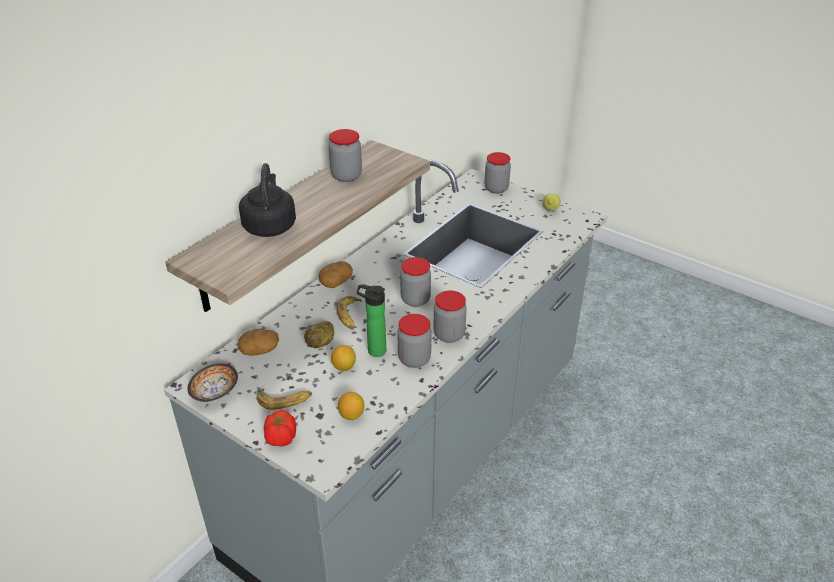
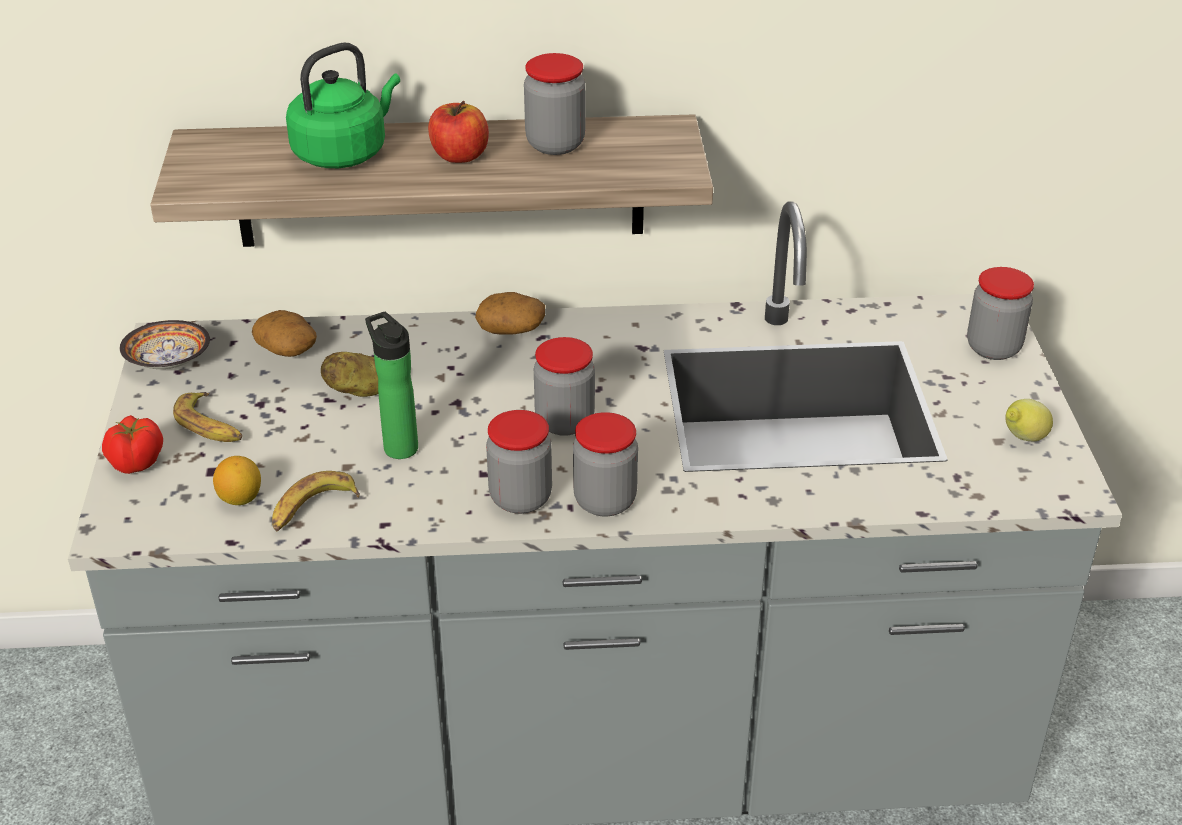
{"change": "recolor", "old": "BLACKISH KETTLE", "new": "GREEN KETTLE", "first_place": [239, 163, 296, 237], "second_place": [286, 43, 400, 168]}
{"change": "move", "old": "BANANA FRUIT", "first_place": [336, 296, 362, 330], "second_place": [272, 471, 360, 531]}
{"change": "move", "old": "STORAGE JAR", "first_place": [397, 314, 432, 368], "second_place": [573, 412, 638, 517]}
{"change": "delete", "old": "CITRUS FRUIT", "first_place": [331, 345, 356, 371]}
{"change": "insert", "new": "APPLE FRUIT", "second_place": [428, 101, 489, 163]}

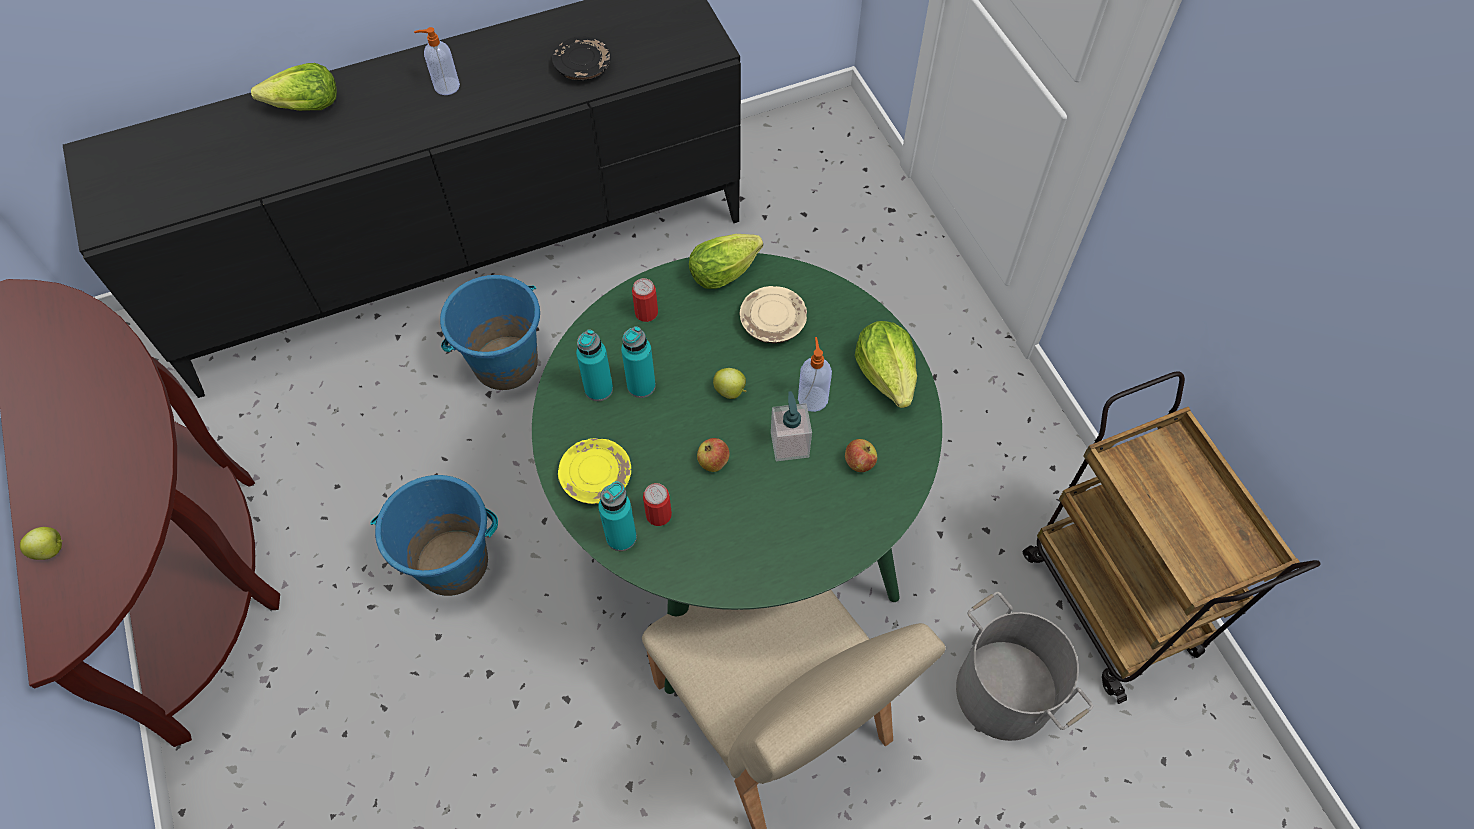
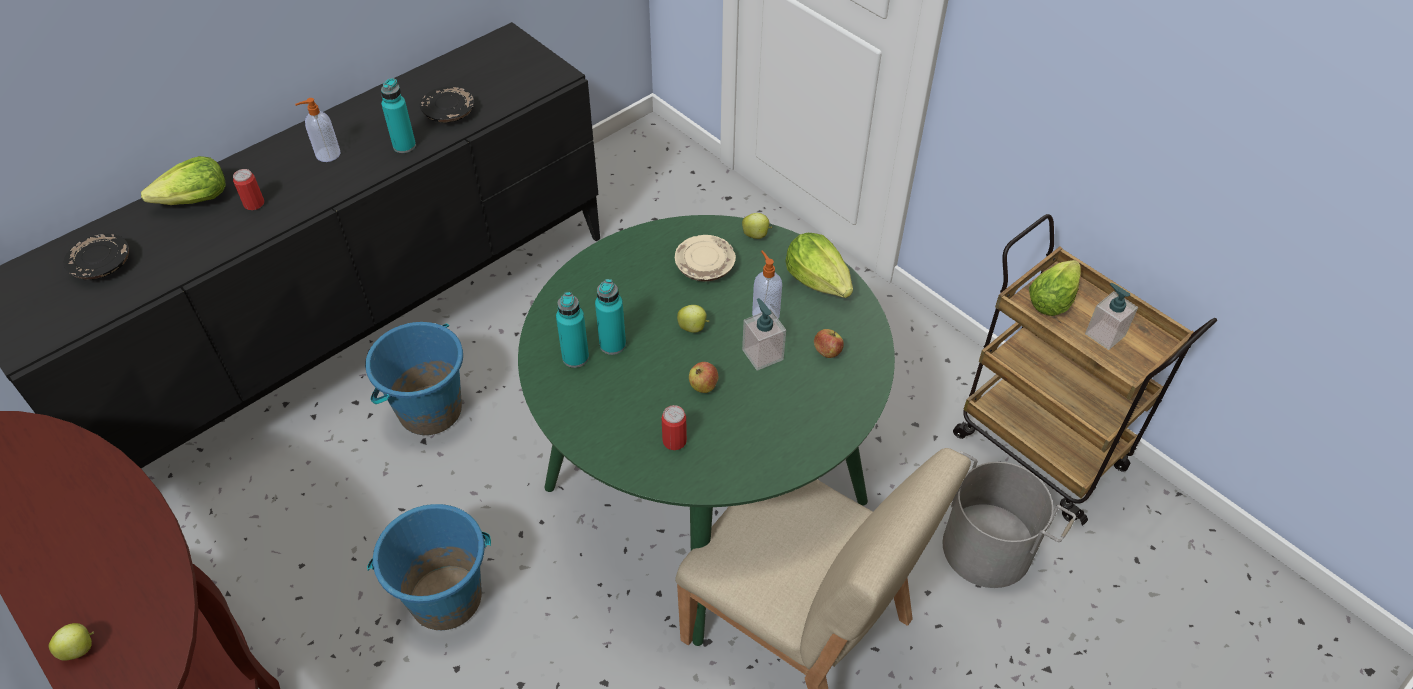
{"change": "move", "old": "LETTUCE", "first_place": [689, 234, 763, 289], "second_place": [1029, 260, 1081, 316]}
{"change": "move", "old": "METAL CAN", "first_place": [632, 278, 658, 322], "second_place": [233, 169, 264, 210]}
{"change": "delete", "old": "YELLOWISH PLATE", "first_place": [558, 438, 631, 504]}
{"change": "move", "old": "BLUE-GREEN DRINK BOTTLE", "first_place": [598, 481, 637, 551], "second_place": [381, 78, 416, 153]}
{"change": "insert", "new": "APPLE FRUIT", "second_place": [742, 213, 772, 239]}
{"change": "insert", "new": "BLACKISH PLATE", "second_place": [64, 234, 129, 279]}
{"change": "insert", "new": "SOAP BOTTLE", "second_place": [1085, 283, 1138, 350]}

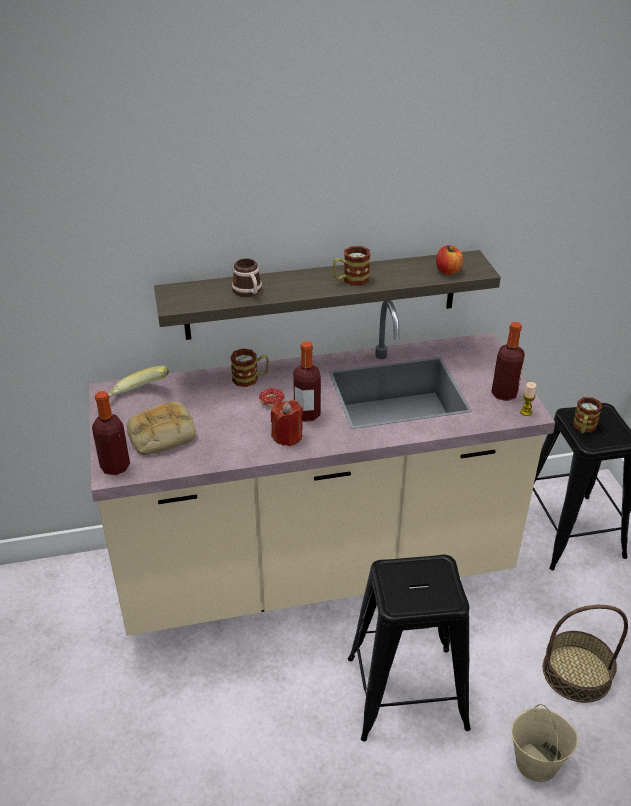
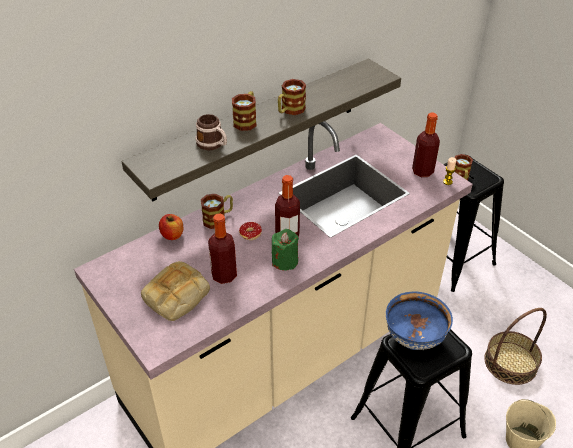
{"change": "move", "old": "APPLE FRUIT", "first_place": [436, 245, 463, 275], "second_place": [159, 214, 183, 240]}
{"change": "delete", "old": "BANANA FRUIT", "first_place": [108, 366, 169, 397]}
{"change": "move", "old": "DRINK BOTTLE", "first_place": [92, 391, 130, 475], "second_place": [208, 214, 237, 284]}
{"change": "recolor", "old": "RED CANDLE", "new": "GREEN CANDLE", "first_place": [271, 400, 303, 446], "second_place": [272, 229, 299, 271]}
{"change": "insert", "new": "MUG", "second_place": [232, 91, 257, 131]}
{"change": "insert", "new": "BLUE-COLOURED SERVING BOWL", "second_place": [386, 291, 453, 350]}

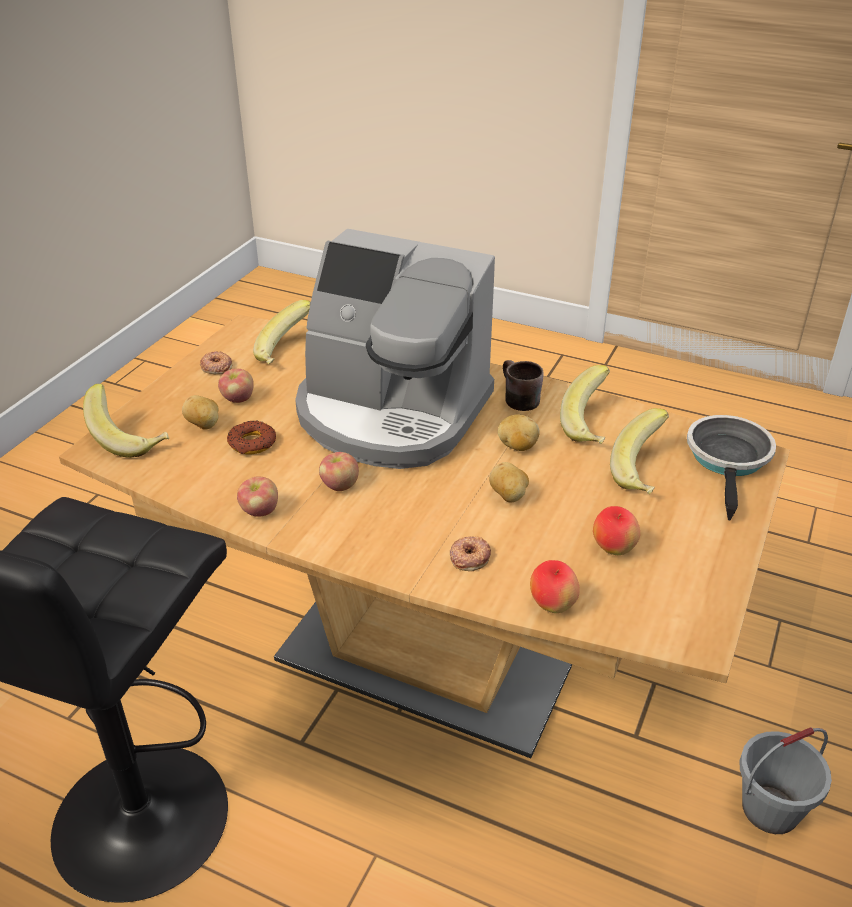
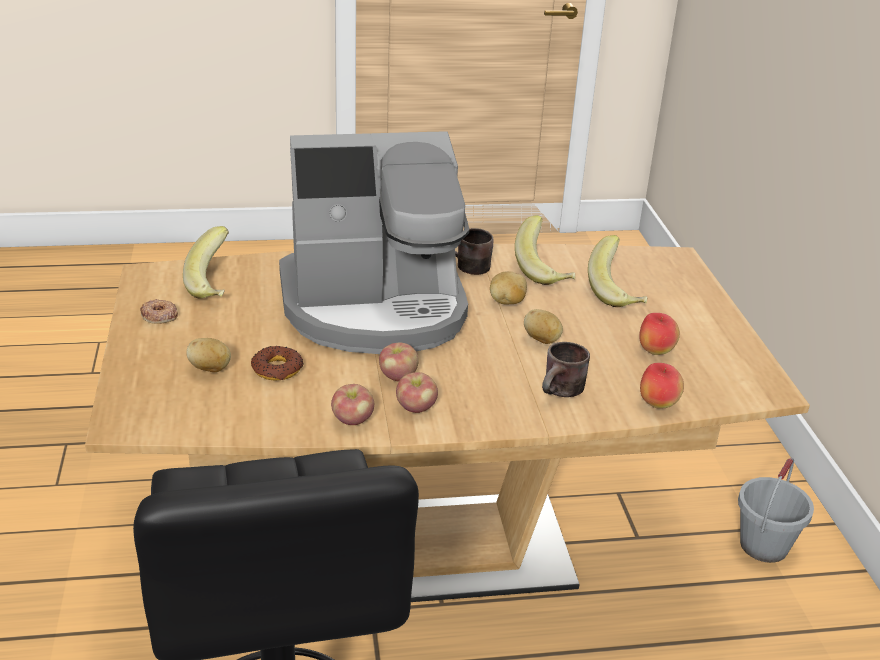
{"change": "move", "old": "APPLE FRUIT", "first_place": [218, 369, 254, 403], "second_place": [396, 372, 438, 413]}
{"change": "delete", "old": "BANANA FRUIT", "first_place": [83, 383, 169, 458]}
{"change": "delete", "old": "FRYING PAN", "first_place": [687, 415, 776, 520]}
{"change": "replace", "old": "DONUT", "new": "BROWNISH MUG", "first_place": [450, 536, 491, 571], "second_place": [542, 342, 590, 397]}

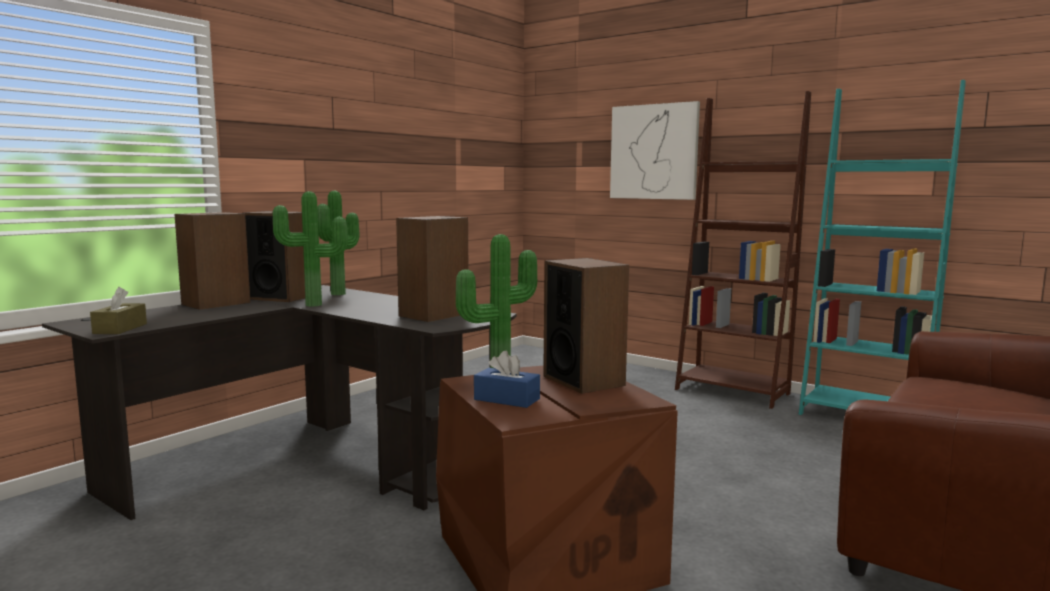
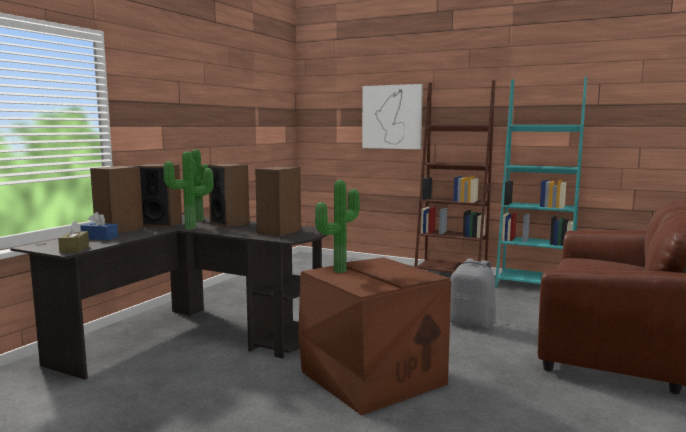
{"change": "move", "old": "LOUDSPEAKER", "first_place": [543, 258, 629, 394], "second_place": [208, 164, 250, 227]}
{"change": "move", "old": "BLUE-COLOURED BOX OF TISSUES", "first_place": [474, 351, 540, 408], "second_place": [80, 212, 118, 240]}
{"change": "insert", "new": "GREYISH KNAPSACK", "second_place": [450, 258, 496, 329]}

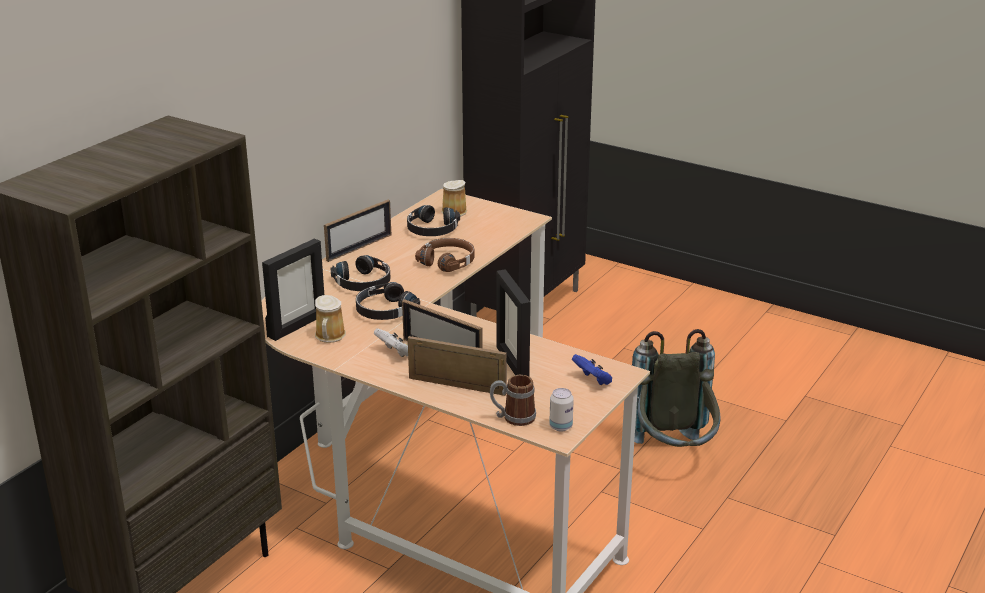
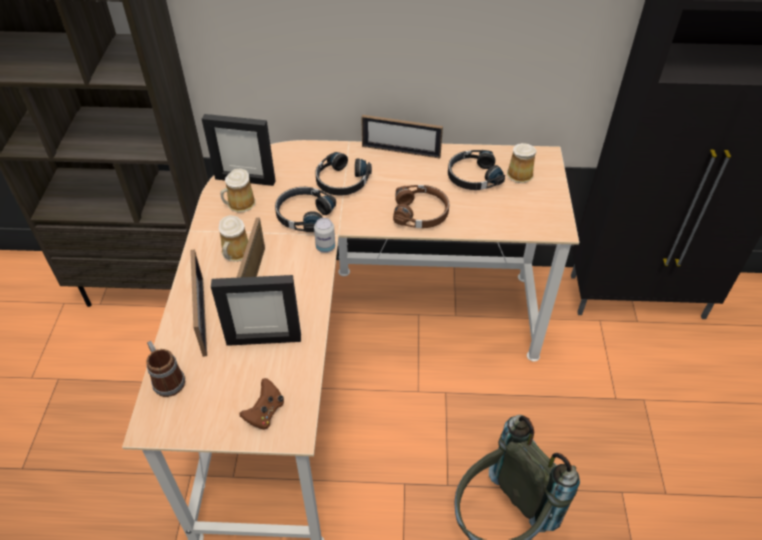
{"change": "rotate", "old": "STANDING FRAME", "first_place": [496, 269, 531, 376], "second_place": [211, 275, 301, 346], "degrees": -135}
{"change": "replace", "old": "WHITE-COLOURED GAME CONTROLLER", "new": "MUG", "first_place": [374, 328, 408, 357], "second_place": [218, 215, 248, 262]}
{"change": "recolor", "old": "BLUE-COLOURED GAME CONTROLLER", "new": "BROWNISH GAME CONTROLLER", "first_place": [572, 354, 612, 385], "second_place": [239, 378, 284, 430]}
{"change": "move", "old": "METAL CAN", "first_place": [549, 388, 574, 432], "second_place": [314, 218, 335, 253]}

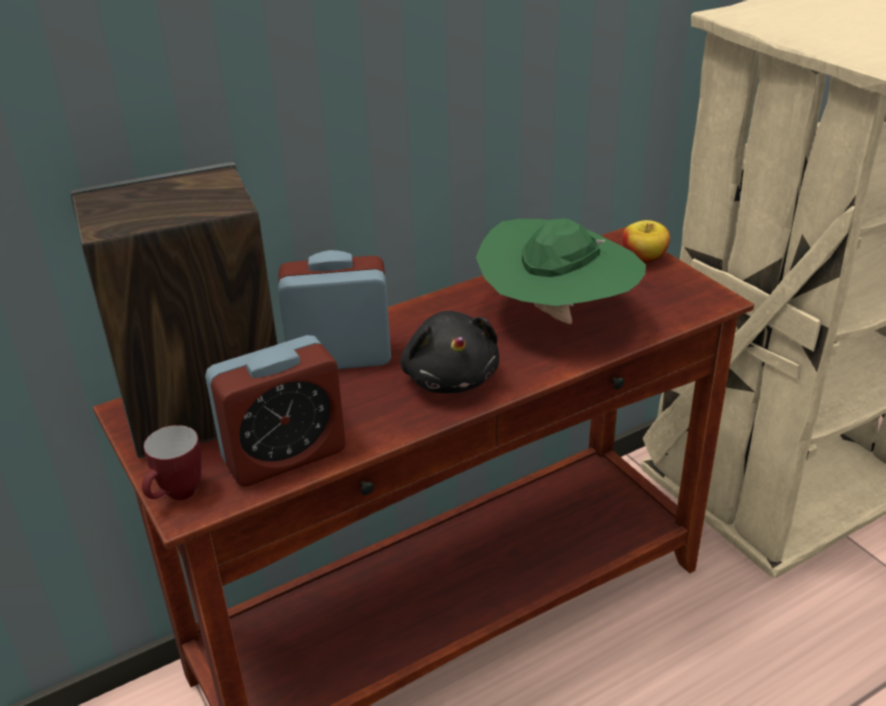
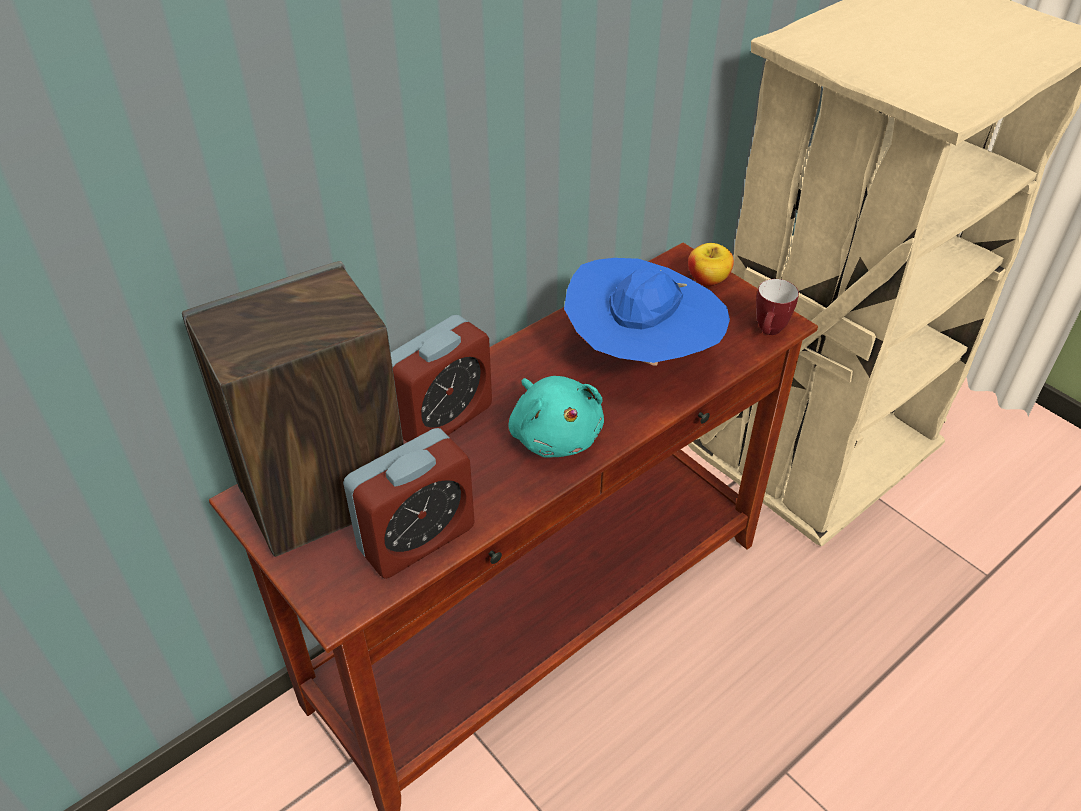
{"change": "recolor", "old": "GREEN CLOTHING HAT", "new": "BLUE-COLOURED CLOTHING HAT", "first_place": [476, 218, 646, 324], "second_place": [564, 258, 730, 366]}
{"change": "rotate", "old": "BEDSIDE CLOCK", "first_place": [278, 250, 391, 369], "second_place": [391, 315, 492, 442], "degrees": 150}
{"change": "recolor", "old": "BLACKISH SOFT TOY", "new": "BLUE-GREEN SOFT TOY", "first_place": [400, 311, 499, 393], "second_place": [509, 376, 604, 457]}
{"change": "move", "old": "MUG", "first_place": [142, 425, 201, 500], "second_place": [756, 279, 799, 335]}

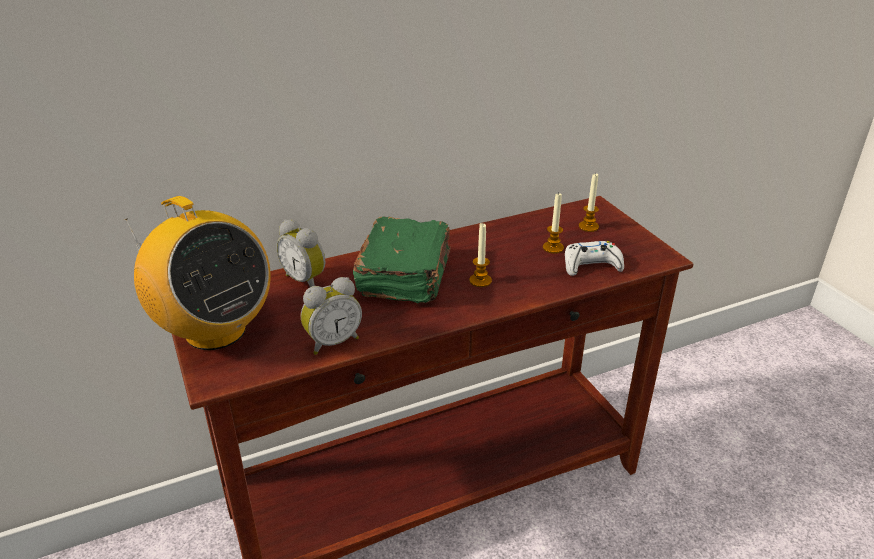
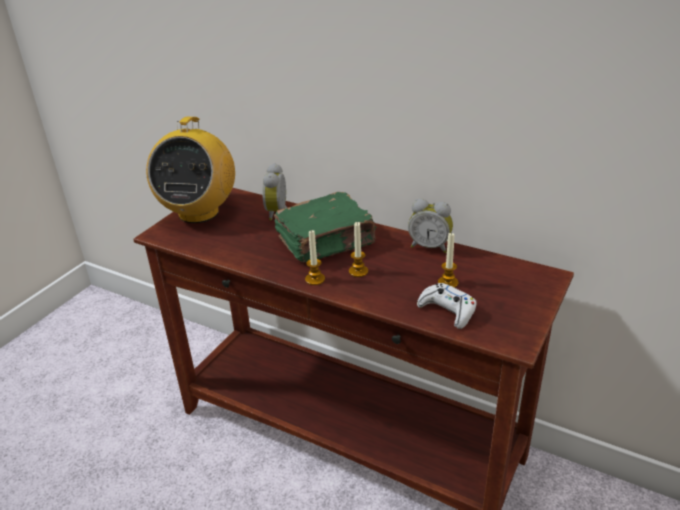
{"change": "move", "old": "CANDLE", "first_place": [579, 173, 599, 232], "second_place": [305, 229, 325, 285]}
{"change": "move", "old": "BEDSIDE CLOCK", "first_place": [301, 277, 362, 355], "second_place": [408, 198, 453, 253]}

